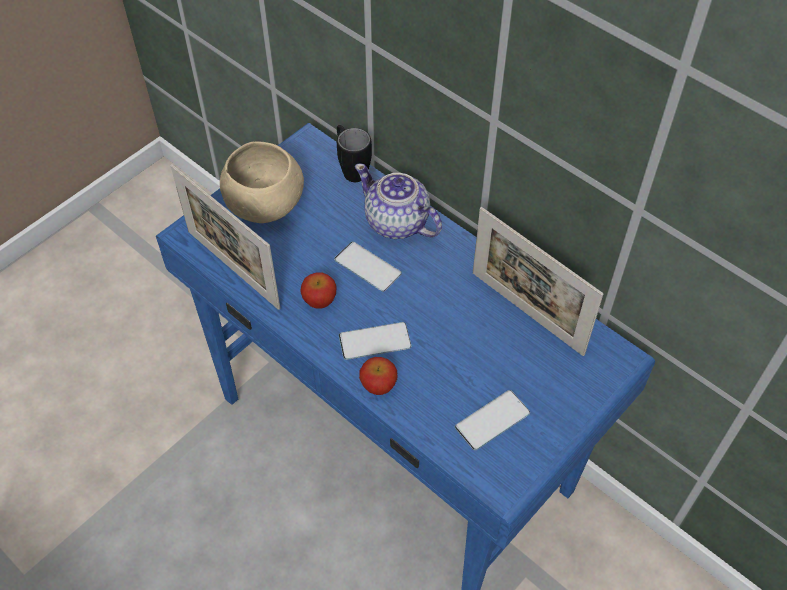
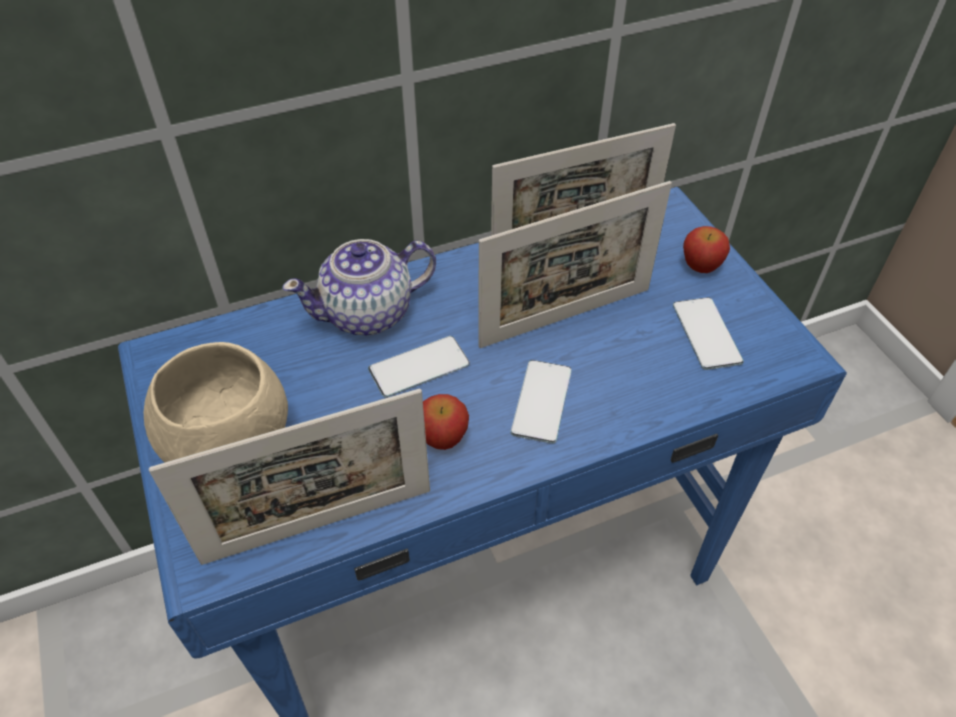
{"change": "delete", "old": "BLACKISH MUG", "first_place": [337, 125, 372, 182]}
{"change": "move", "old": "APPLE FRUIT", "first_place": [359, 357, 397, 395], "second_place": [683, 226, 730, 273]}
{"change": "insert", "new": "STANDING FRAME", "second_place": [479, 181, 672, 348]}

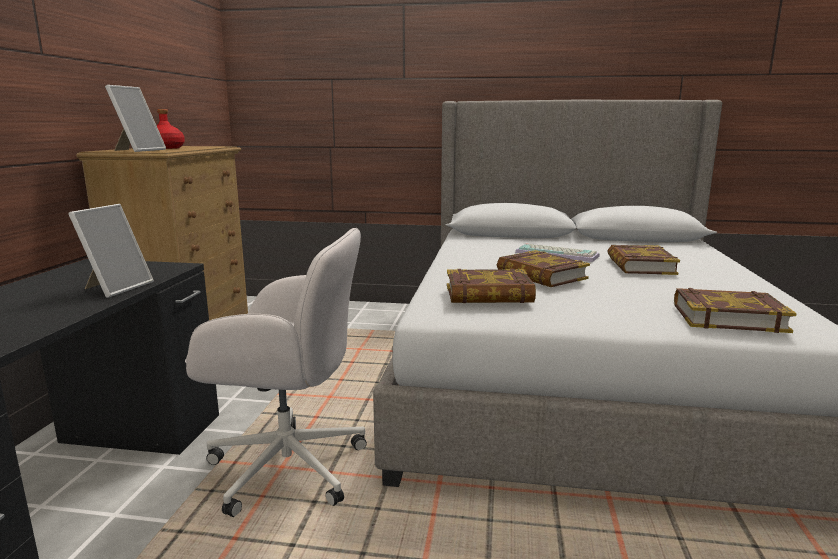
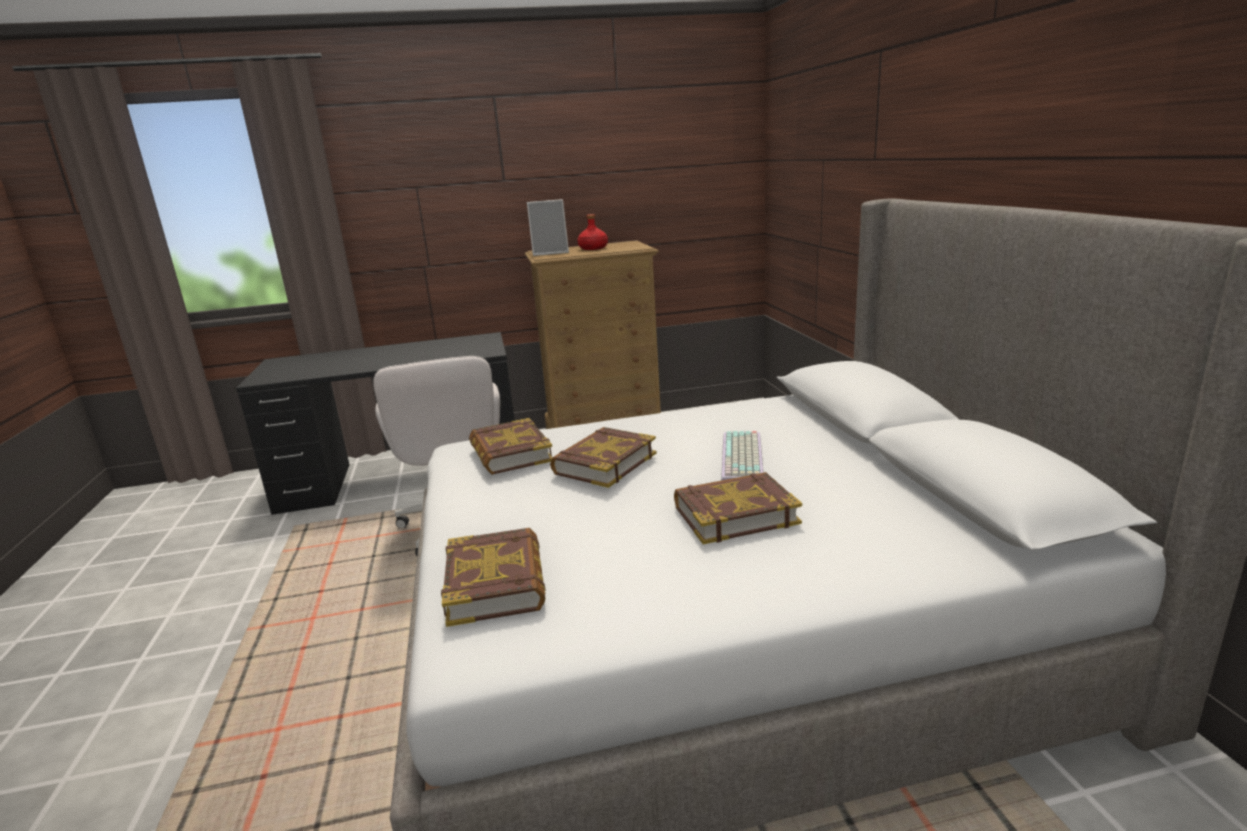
{"change": "delete", "old": "STANDING FRAME", "first_place": [68, 204, 154, 298]}

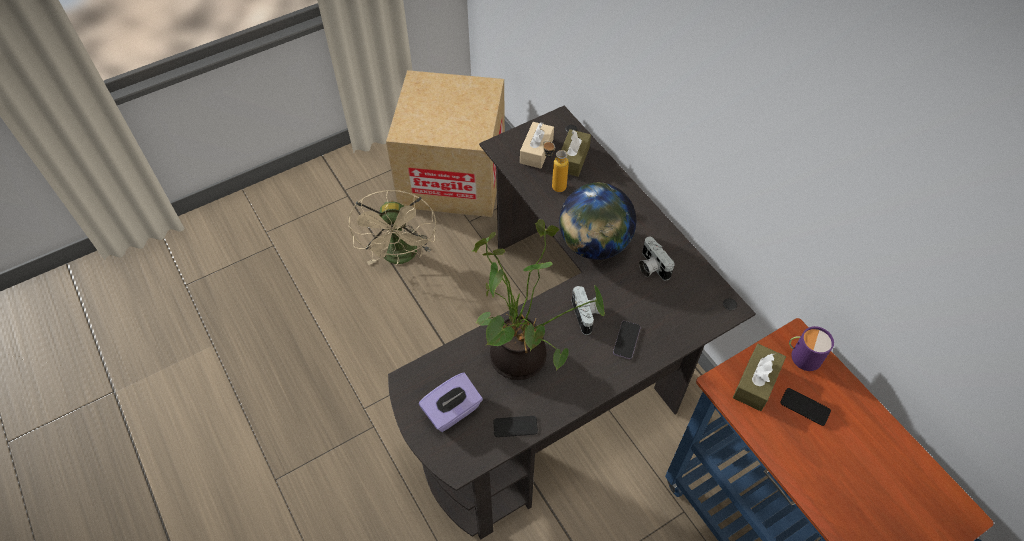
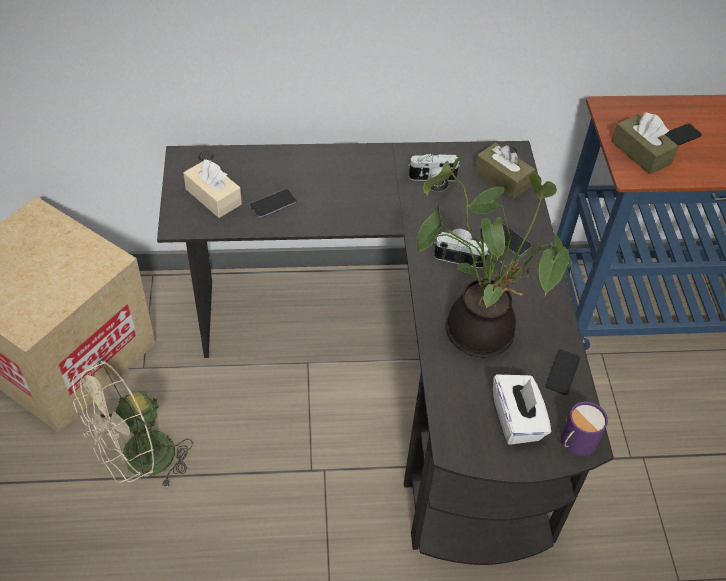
{"change": "move", "old": "BROWNISH BOX OF TISSUES", "first_place": [561, 129, 591, 177], "second_place": [474, 143, 535, 199]}
{"change": "replace", "old": "DRINK BOTTLE", "new": "TELEPHONE", "first_place": [543, 141, 569, 192], "second_place": [249, 189, 297, 218]}
{"change": "delete", "old": "WORLD GLOBE", "first_place": [559, 182, 636, 260]}
{"change": "rotate", "old": "SAND-COLOURED FAN", "first_place": [349, 190, 436, 265], "second_place": [72, 360, 193, 489], "degrees": 120}
{"change": "move", "old": "PURPLE MUG", "first_place": [789, 326, 834, 371], "second_place": [561, 401, 608, 456]}
{"change": "recolor", "old": "PURPLE BOX OF TISSUES", "new": "WHITE-COLOURED BOX OF TISSUES", "first_place": [419, 372, 483, 432], "second_place": [493, 375, 551, 445]}

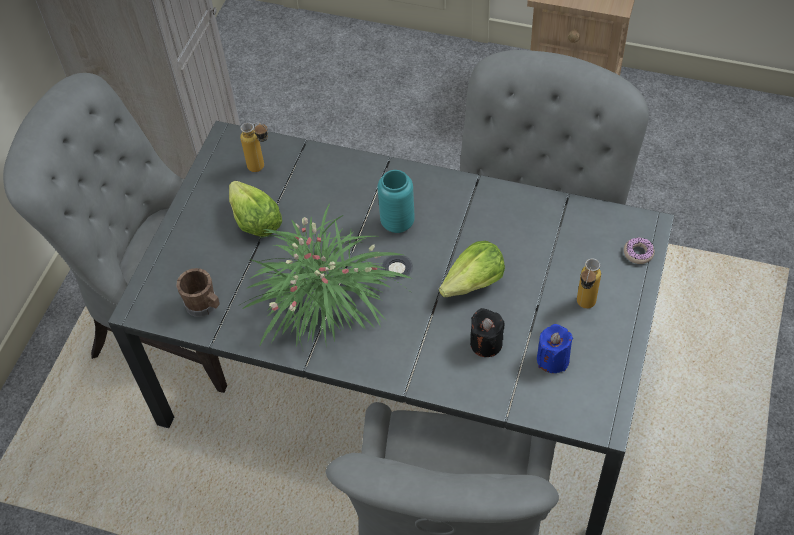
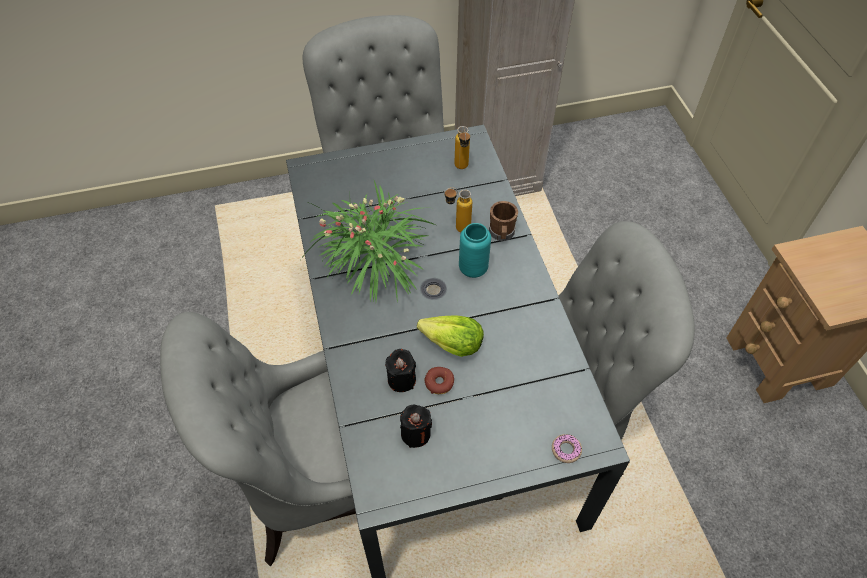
{"change": "delete", "old": "LETTUCE", "first_place": [229, 181, 282, 237]}
{"change": "move", "old": "DRINK BOTTLE", "first_place": [577, 259, 601, 309], "second_place": [444, 188, 472, 233]}
{"change": "move", "old": "BROWNISH MUG", "first_place": [176, 268, 220, 317], "second_place": [489, 201, 518, 241]}
{"change": "recolor", "old": "BLUE-COLOURED CANDLE", "new": "BLACKISH CANDLE", "first_place": [537, 324, 573, 373], "second_place": [400, 405, 432, 448]}
{"change": "insert", "new": "DONUT", "second_place": [424, 367, 454, 394]}

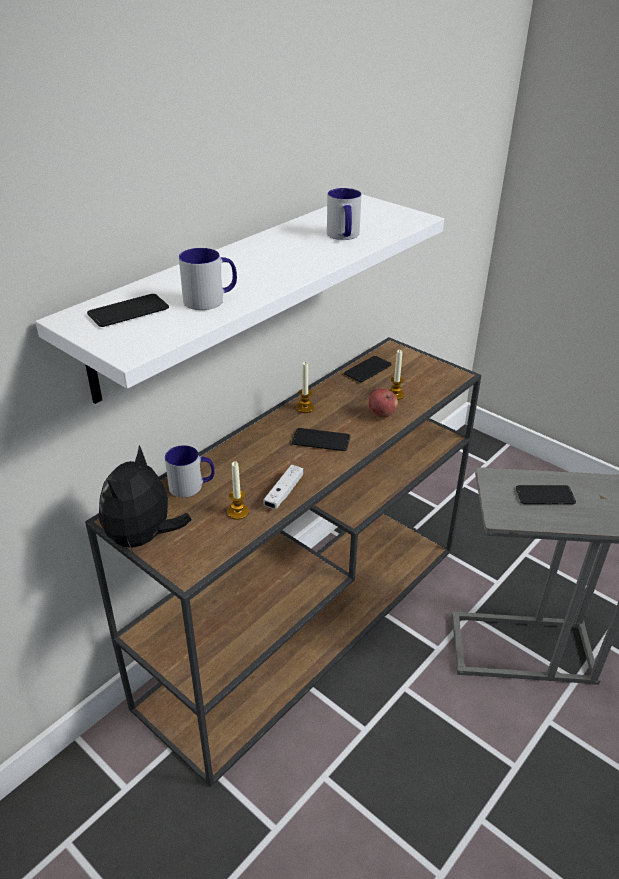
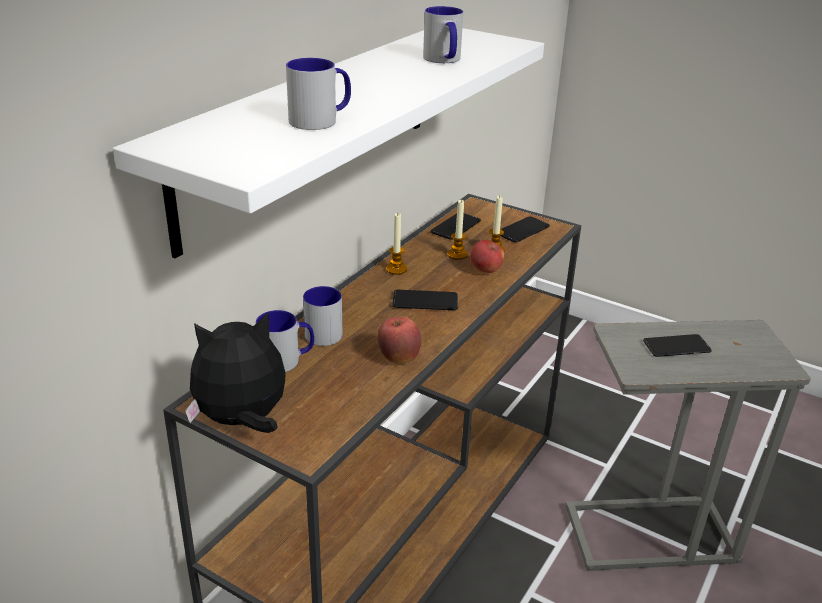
{"change": "move", "old": "TELEPHONE", "first_place": [87, 294, 169, 327], "second_place": [500, 216, 550, 242]}
{"change": "rotate", "old": "SOFT TOY", "first_place": [99, 445, 191, 552], "second_place": [185, 313, 286, 433], "degrees": 60}
{"change": "move", "old": "CANDLE", "first_place": [227, 461, 249, 520], "second_place": [447, 200, 468, 260]}
{"change": "replace", "old": "WHITE-COLOURED GAME CONTROLLER", "new": "APPLE FRUIT", "first_place": [263, 465, 303, 509], "second_place": [378, 316, 421, 364]}
{"change": "insert", "new": "MUG", "second_place": [303, 286, 343, 346]}

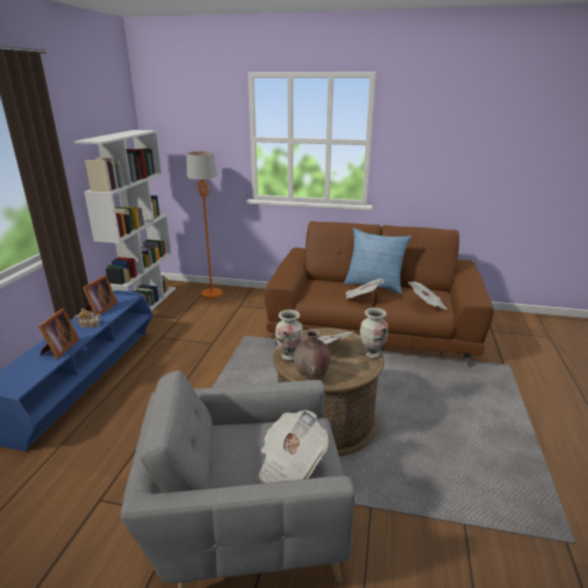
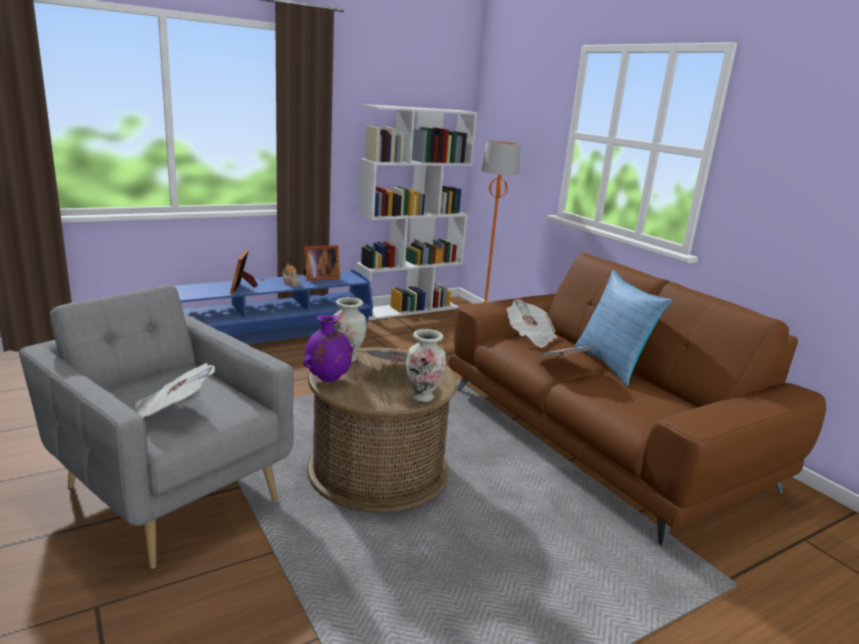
{"change": "move", "old": "NEWSPAPER", "first_place": [408, 282, 448, 310], "second_place": [507, 300, 558, 348]}
{"change": "rotate", "old": "STANDING FRAME", "first_place": [38, 308, 79, 359], "second_place": [230, 250, 258, 294], "degrees": 120}
{"change": "recolor", "old": "BROWNISH FLOWER VASE", "new": "PURPLE FLOWER VASE", "first_place": [294, 329, 331, 380], "second_place": [303, 315, 353, 382]}

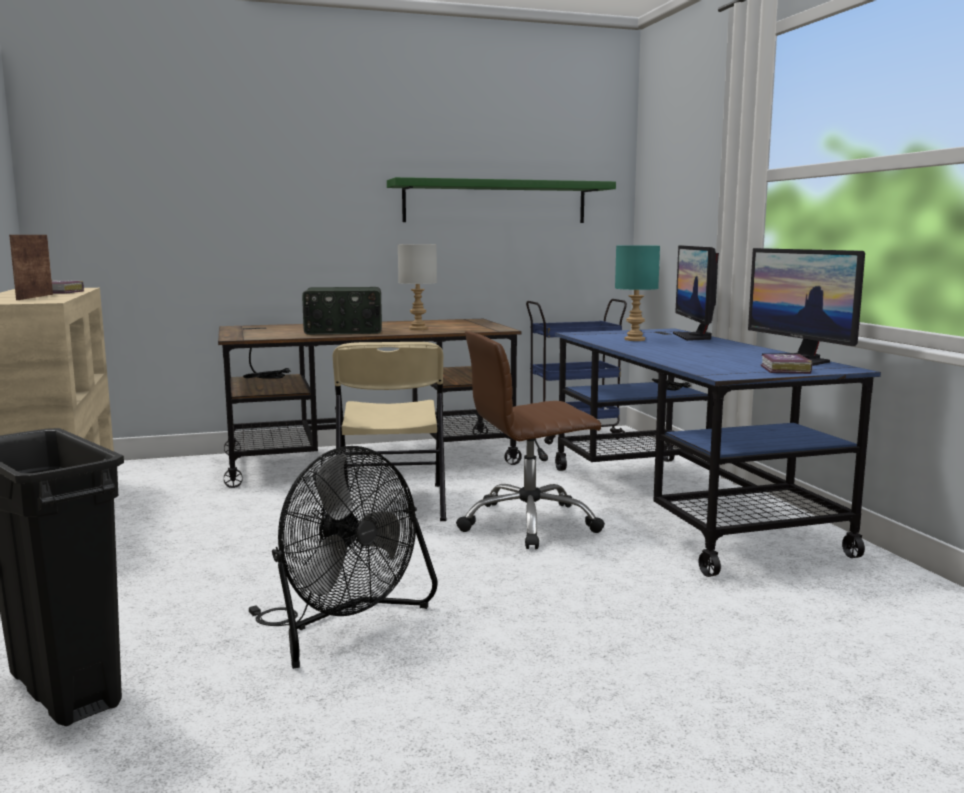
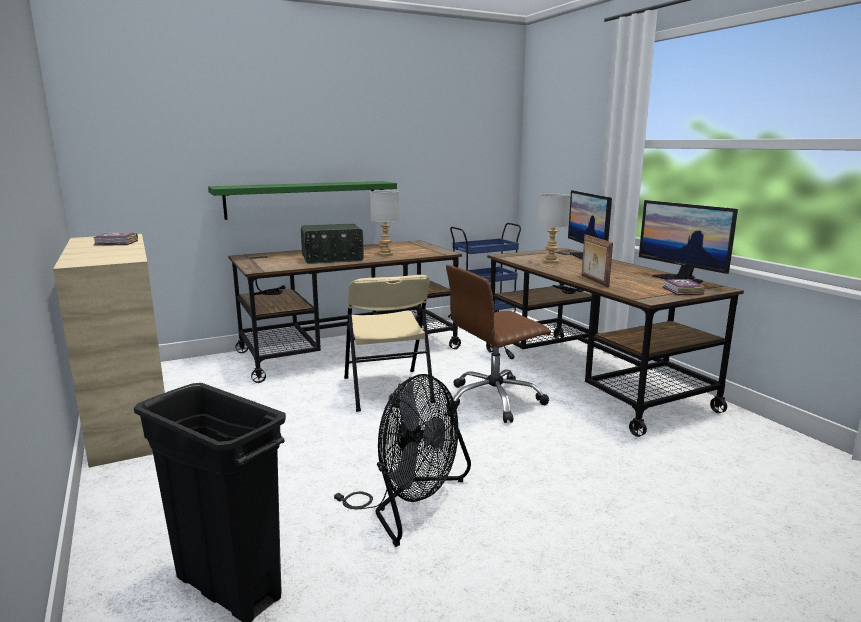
{"change": "move", "old": "GREEN SHELF", "first_place": [387, 177, 616, 223], "second_place": [208, 181, 397, 220]}
{"change": "move", "old": "STANDING FRAME", "first_place": [9, 235, 53, 300], "second_place": [582, 234, 613, 288]}
{"change": "recolor", "old": "BLUE-GREEN LAMP FOR A TABLE", "new": "GREYISH LAMP FOR A TABLE", "first_place": [615, 245, 660, 341], "second_place": [538, 194, 571, 263]}
{"change": "recolor", "old": "BLUE-COLOURED DESK UNIT", "new": "BROWNISH DESK UNIT", "first_place": [555, 328, 881, 577], "second_place": [486, 248, 744, 437]}

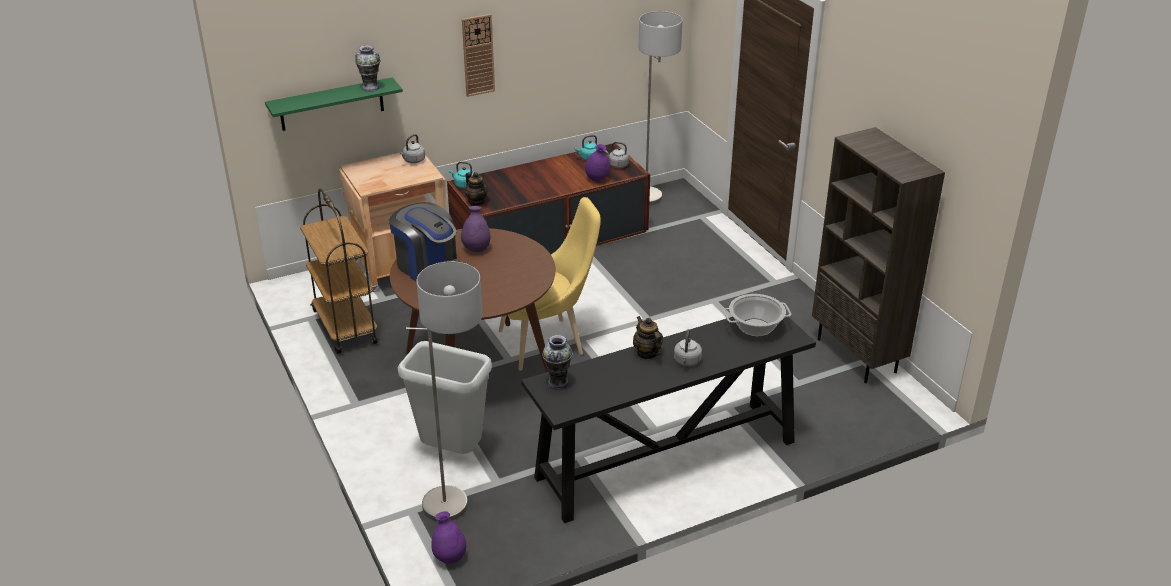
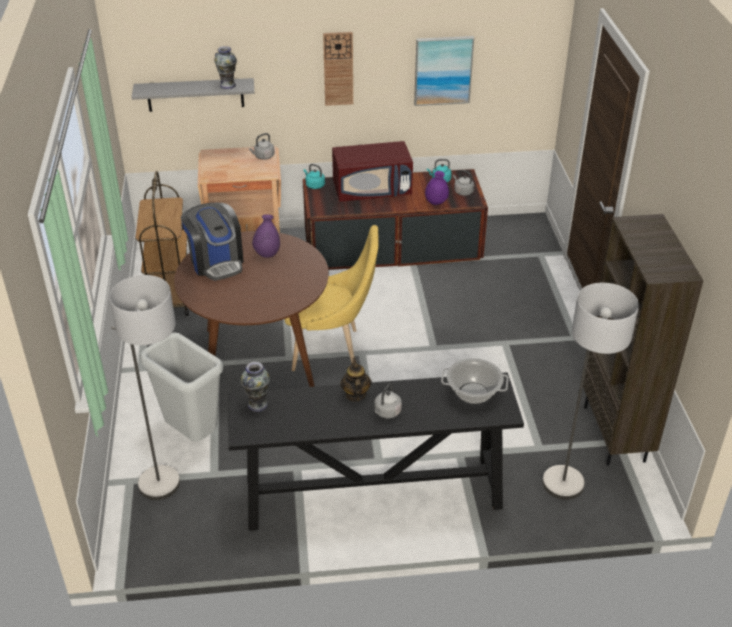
{"change": "move", "old": "GREYISH STANDING LAMP", "first_place": [639, 11, 682, 205], "second_place": [542, 283, 639, 500]}
{"change": "recolor", "old": "GREEN SHELF", "new": "GREYISH SHELF", "first_place": [265, 77, 403, 131], "second_place": [132, 78, 254, 112]}
{"change": "delete", "old": "TEA POT", "first_place": [465, 172, 488, 205]}
{"change": "delete", "old": "PURPLE FLOWER VASE", "first_place": [431, 511, 466, 564]}
{"change": "insert", "new": "WALL ART", "second_place": [414, 36, 474, 106]}
{"change": "insert", "new": "RED KITCHEN MICROWAVE", "second_place": [332, 141, 413, 202]}

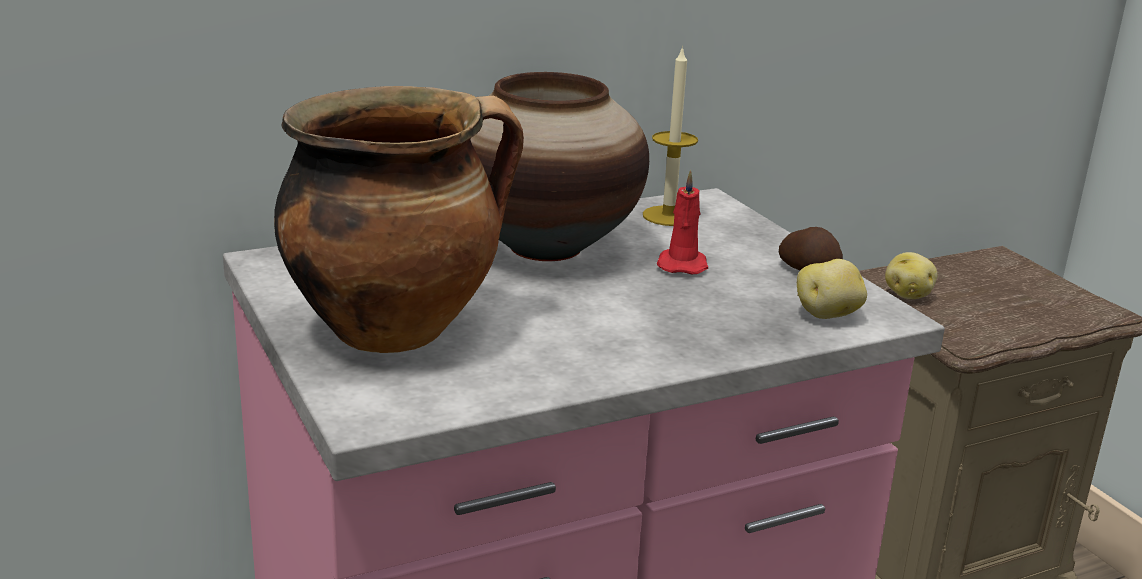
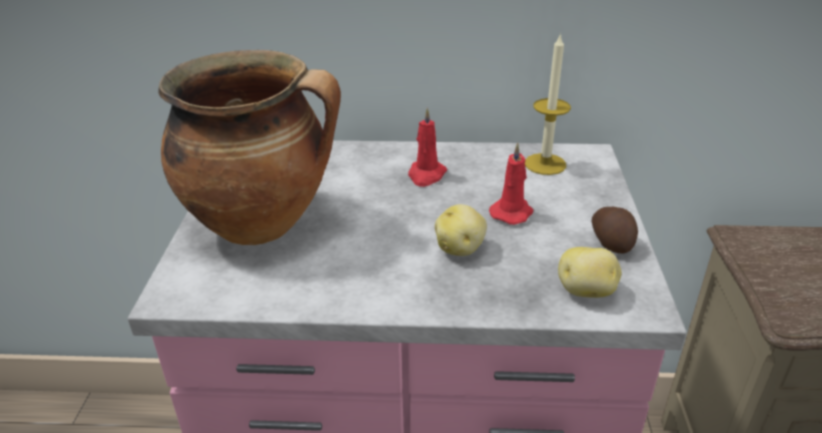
{"change": "replace", "old": "FLOWER VASE", "new": "RED CANDLE", "first_place": [471, 72, 649, 261], "second_place": [408, 108, 447, 187]}
{"change": "move", "old": "POTATO", "first_place": [885, 252, 937, 299], "second_place": [435, 204, 487, 256]}

